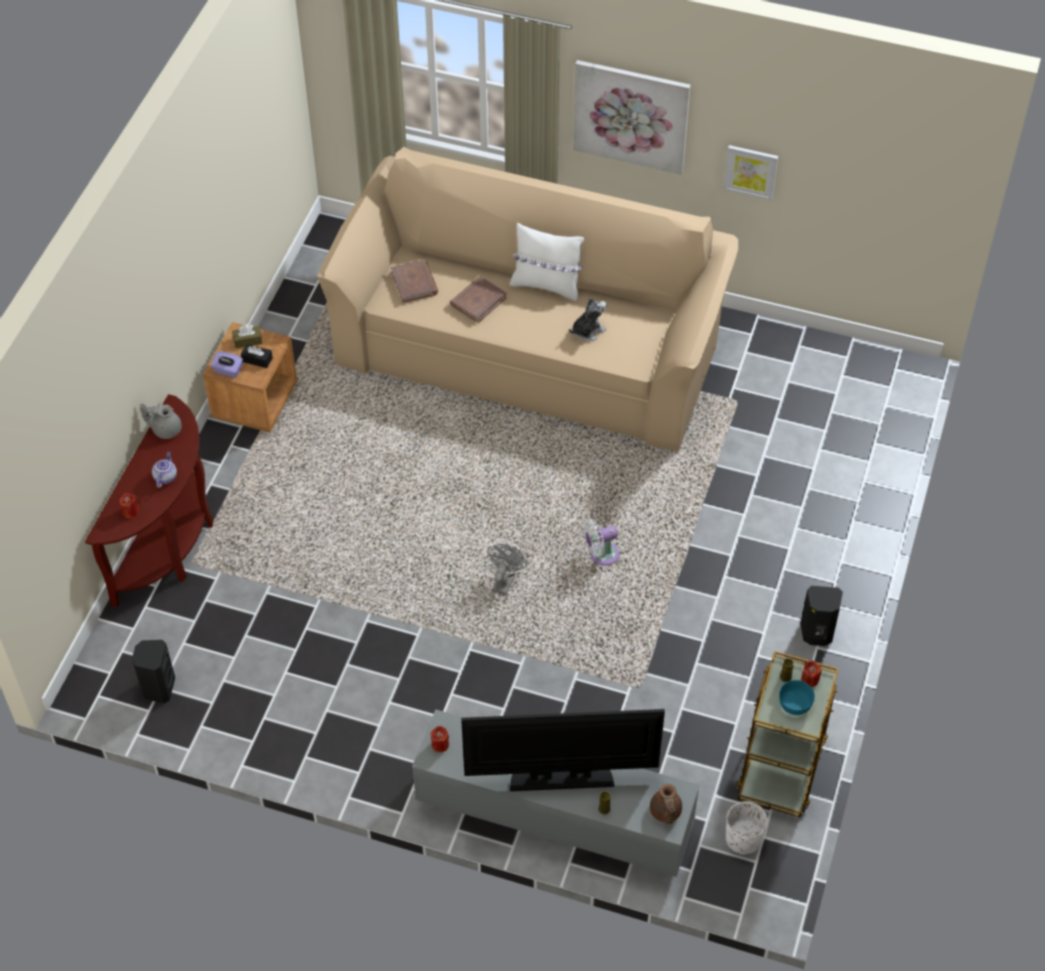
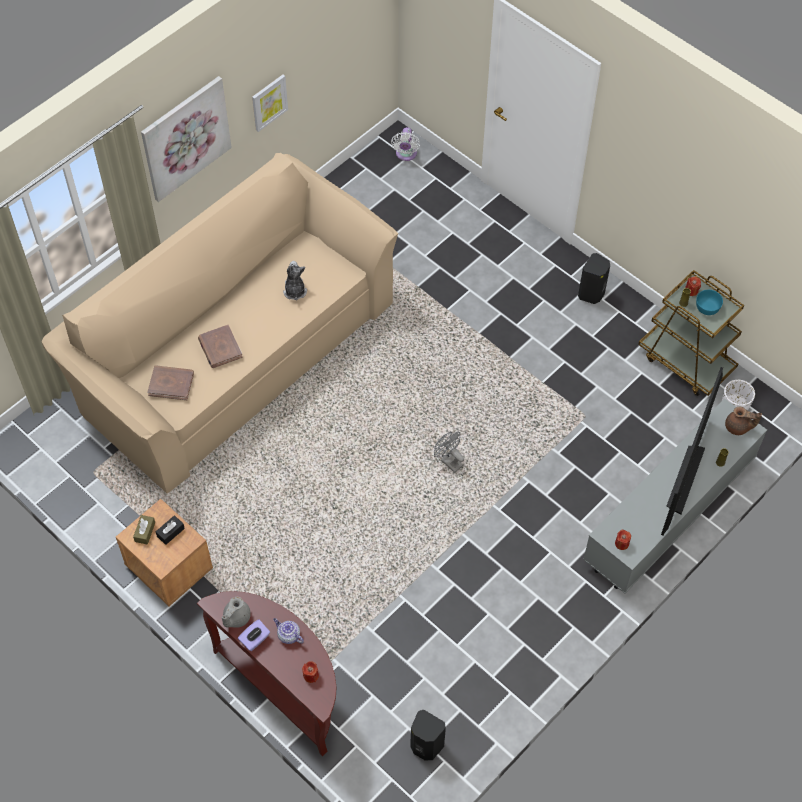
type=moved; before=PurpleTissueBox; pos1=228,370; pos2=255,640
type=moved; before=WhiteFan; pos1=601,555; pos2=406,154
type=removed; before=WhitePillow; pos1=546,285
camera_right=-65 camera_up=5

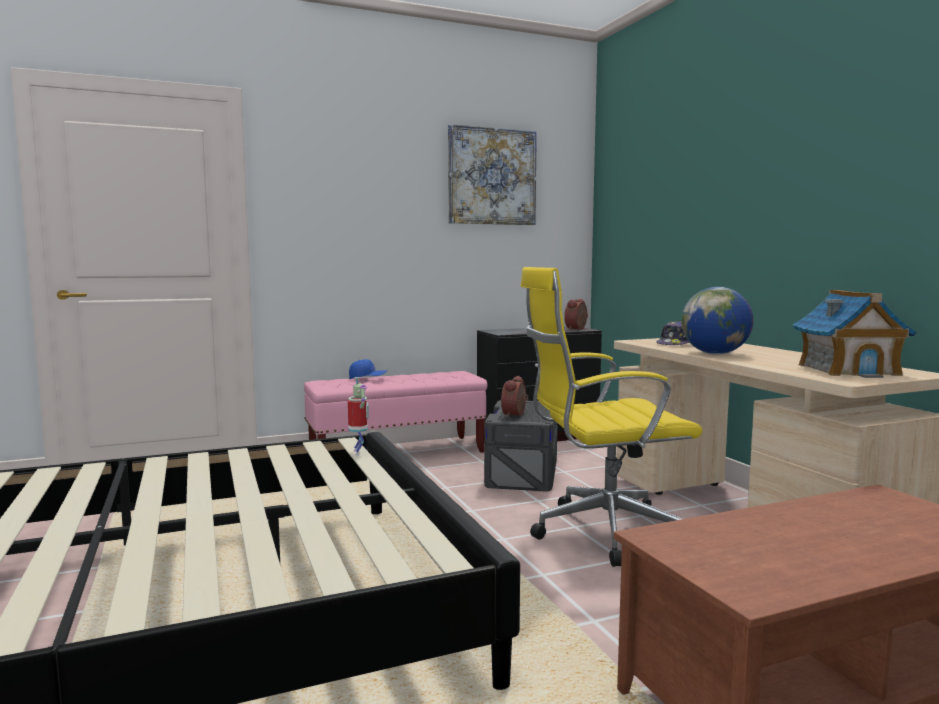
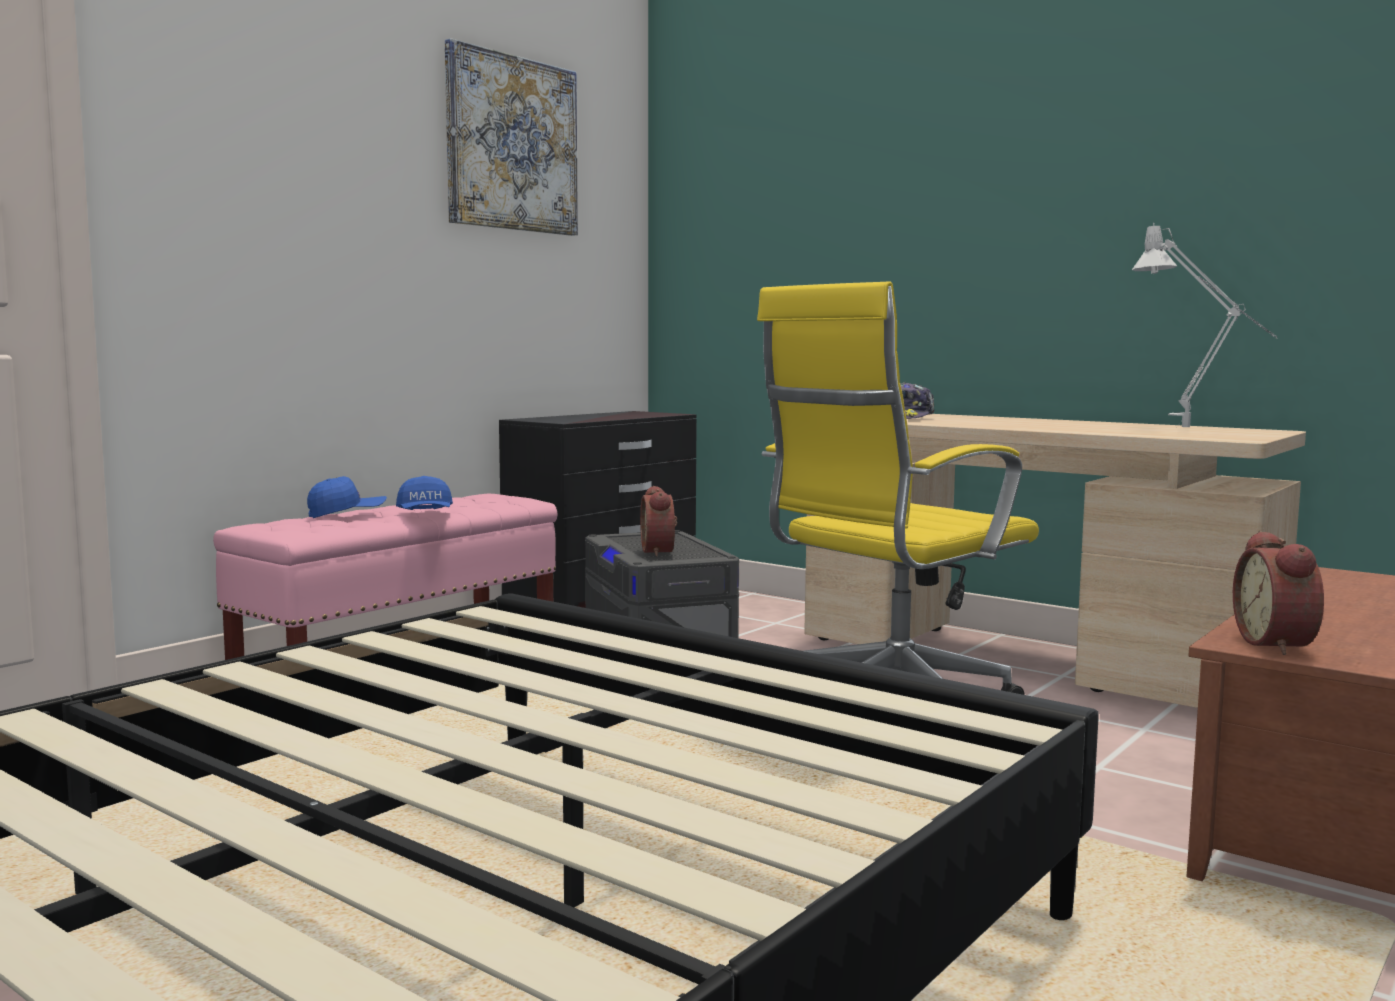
type=added; after=BlueCap; pos2=425,514
type=replaced; before=ToyHouse; after=GreyTableLamp; pos1=848,370; pos2=1195,431
type=moved; before=AlarmClock; pos1=577,329; pos2=1279,644
type=removed; before=ToyRobot; pos1=359,452
type=removed; before=Globe; pos1=715,354
camera_right=-30 camera_up=0

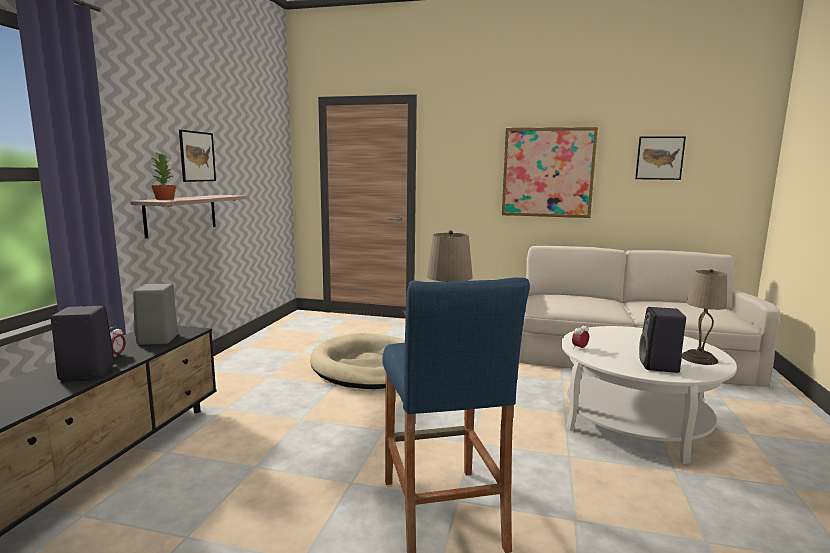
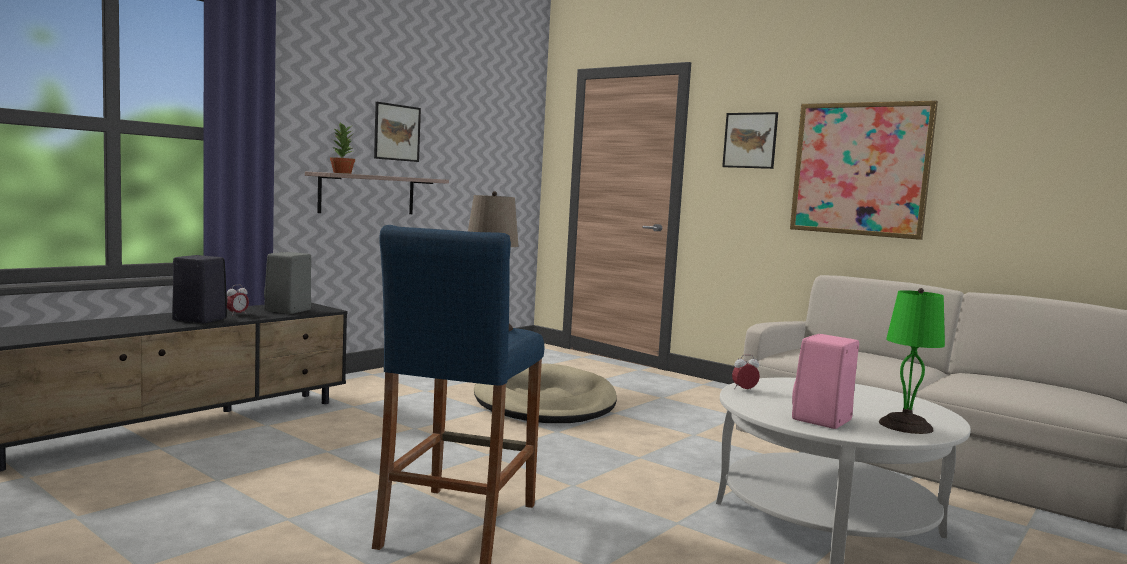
type=moved; before=Picture; pos1=659,158; pos2=750,140
type=recoloured; before=BlackSpeaker; after=PinkSpeaker; pos1=659,366; pos2=821,420
type=recoloured; before=BeigeTableLamp; after=GreenTableLamp; pos1=699,359; pos2=904,426
camera_right=25 camera_up=-5

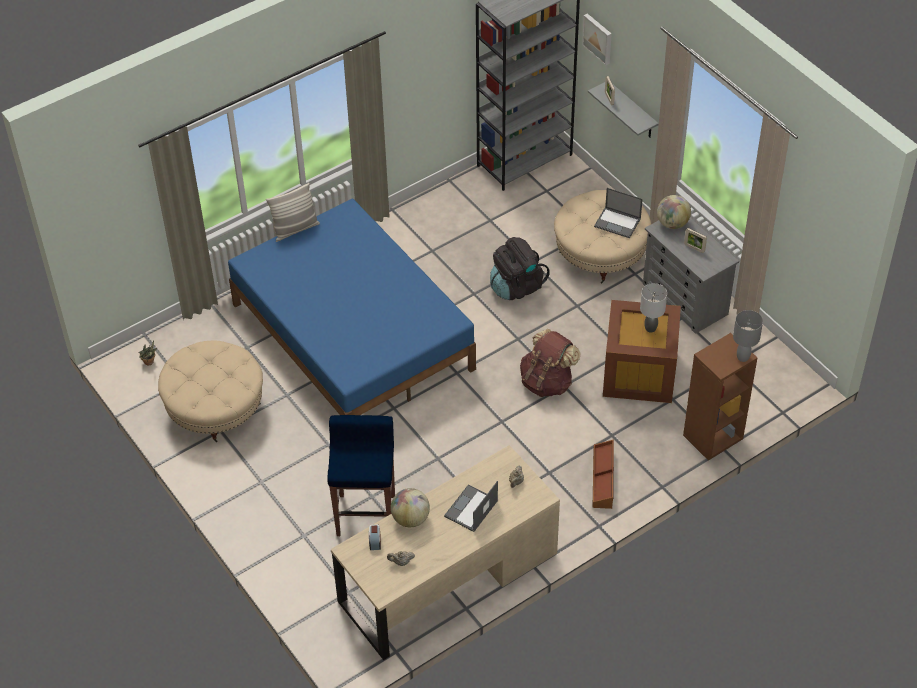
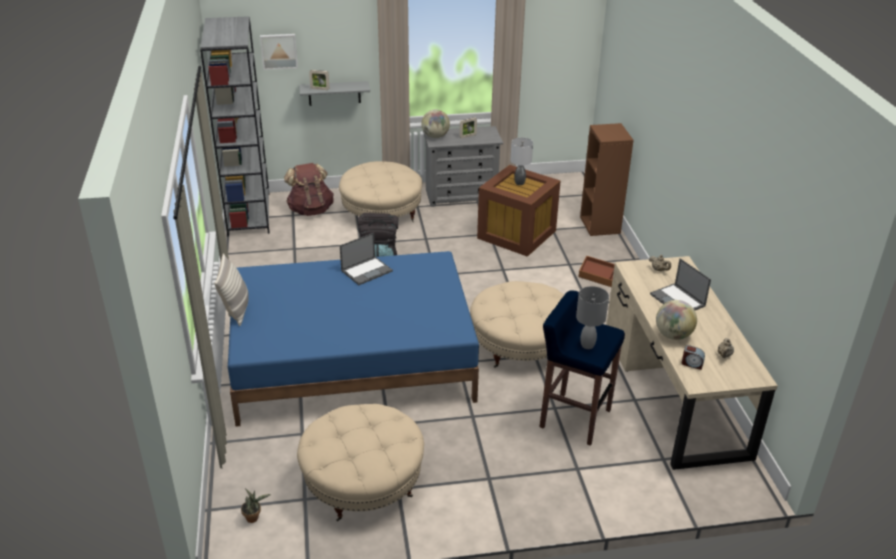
type=moved; before=BrownBackpack; pos1=547,382; pos2=310,210
type=moved; before=Laptop; pos1=618,222; pos2=367,270
type=added; after=BeigeOttoman; pos2=520,345
type=moved; before=GreyTableLamp; pos1=742,357; pos2=587,345
camera_right=-65 camera_up=-15

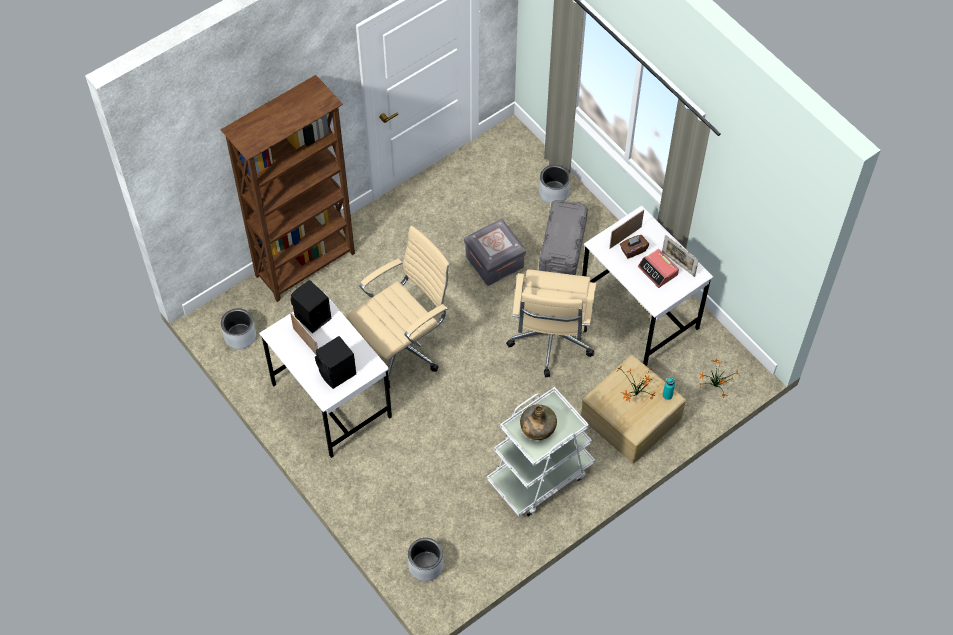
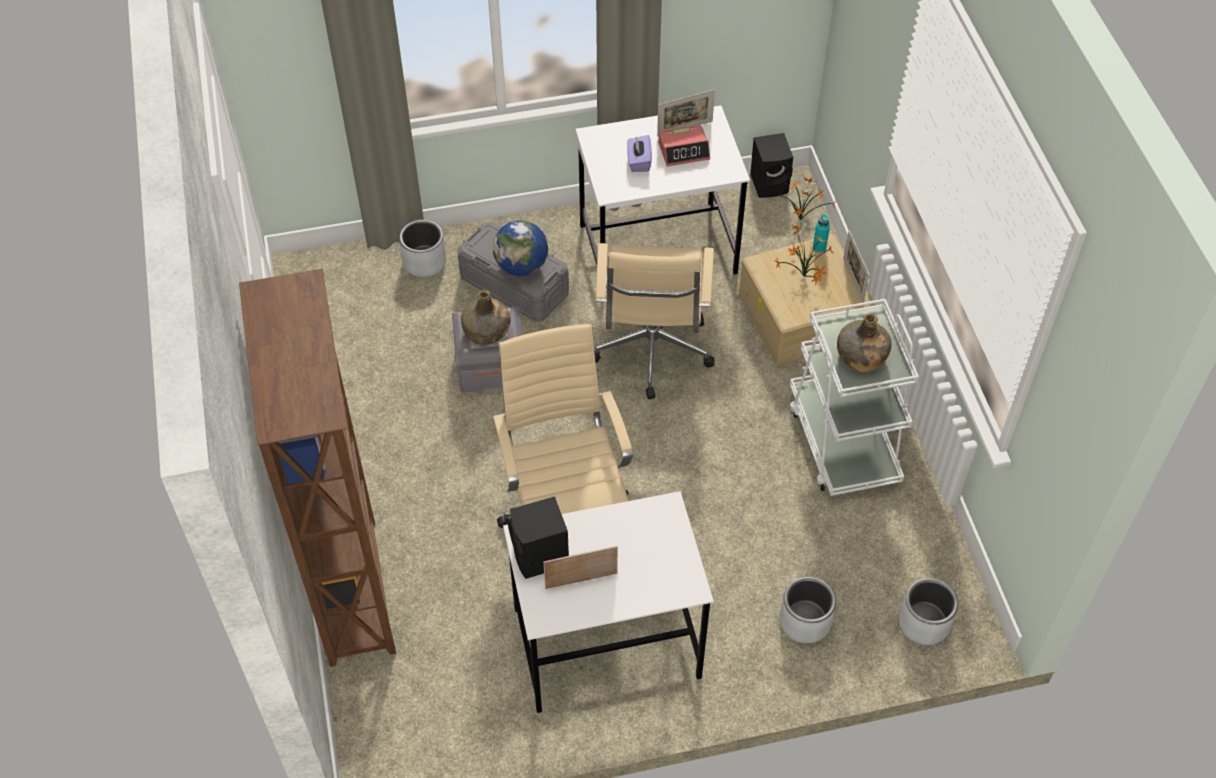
type=added; after=GreenBottle; pos2=486,331
type=added; after=Globe; pos2=521,266
type=turned; before=BeigeOfficeChair; pos1=550,343; pos2=651,354; turn=60
type=recoloured; before=BrownTissueBox; after=PurpleTissueBox; pos1=633,250; pos2=639,161
type=moved; before=BlackSpeaker; pos1=337,374; pos2=770,183
type=moved; before=GreyPlanter; pos1=240,336; pos2=804,621
type=moved; before=PictureFrame; pos1=625,237; pos2=853,280
camera_right=-65 camera_up=-5

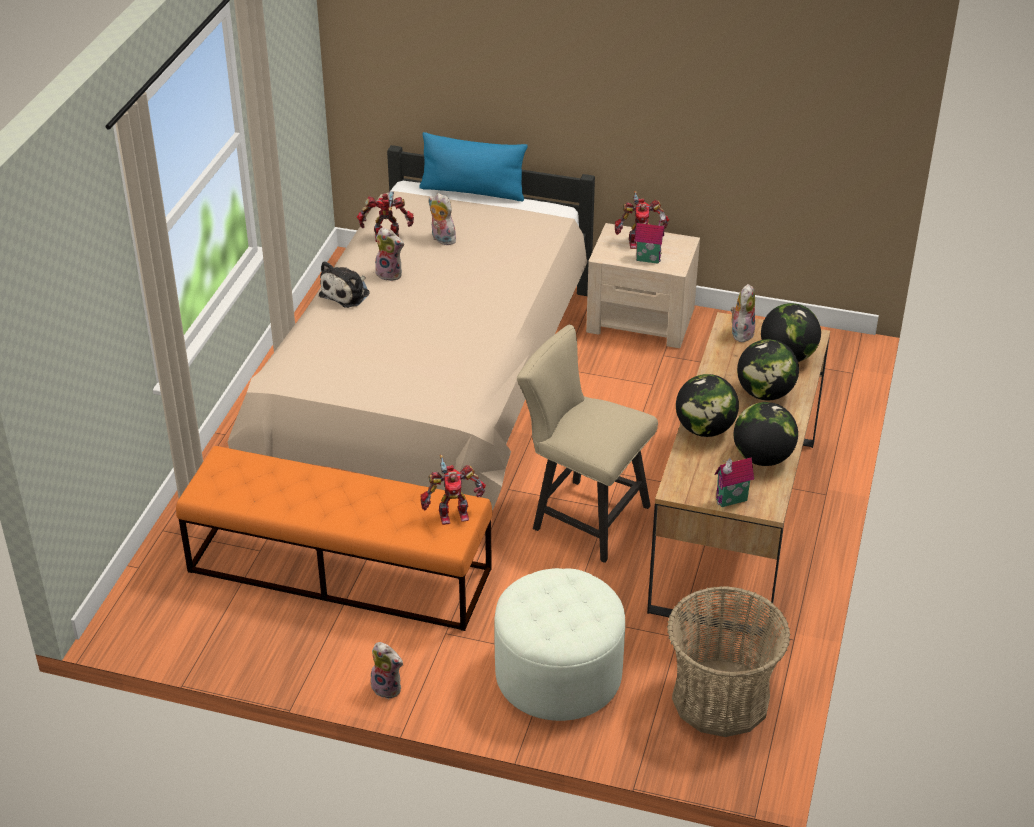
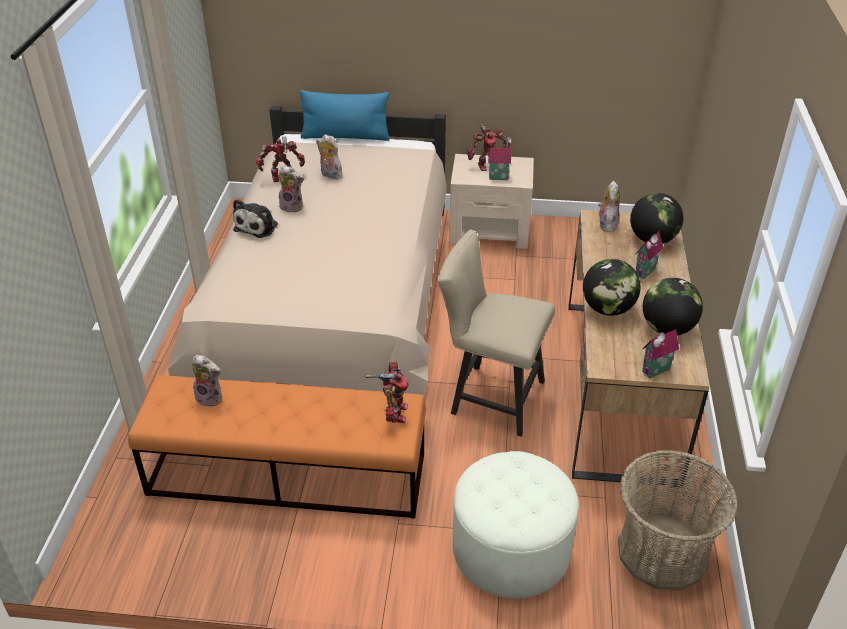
type=moved; before=PlushToy; pos1=388,687; pos2=211,398
type=turned; before=ToyRobot; pos1=453,513; pos2=394,413; turn=-60
type=replaced; before=Globe; after=ToyHouse; pos1=765,393; pos2=646,272
camera_right=-10 camera_up=0

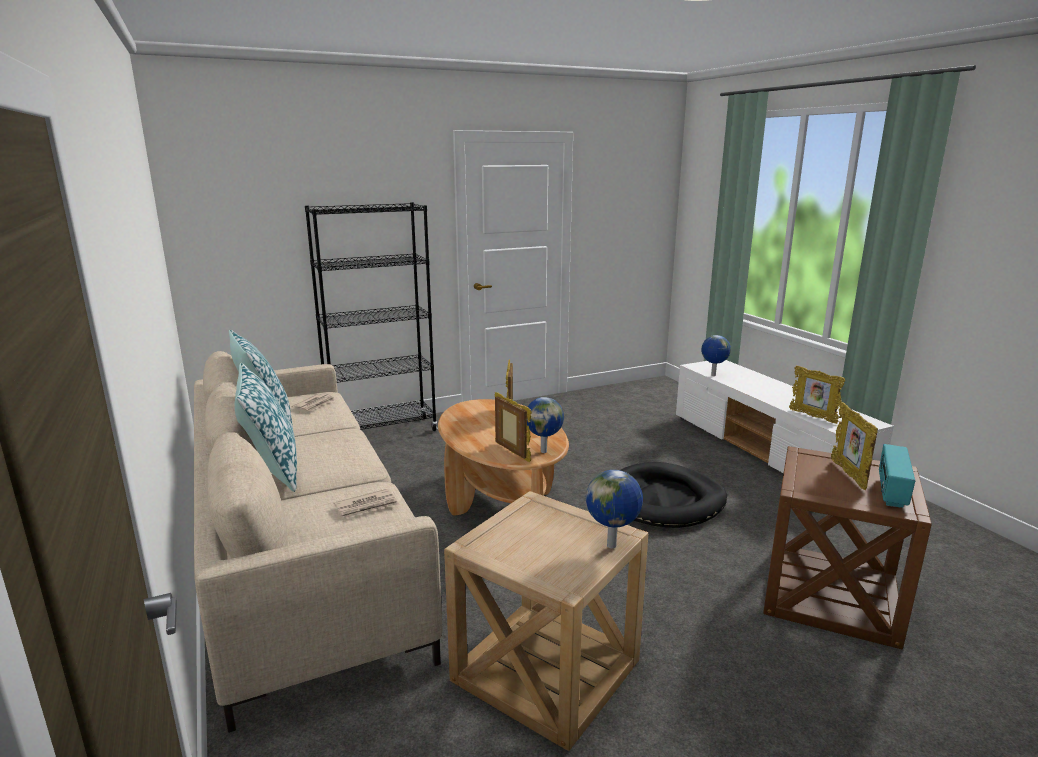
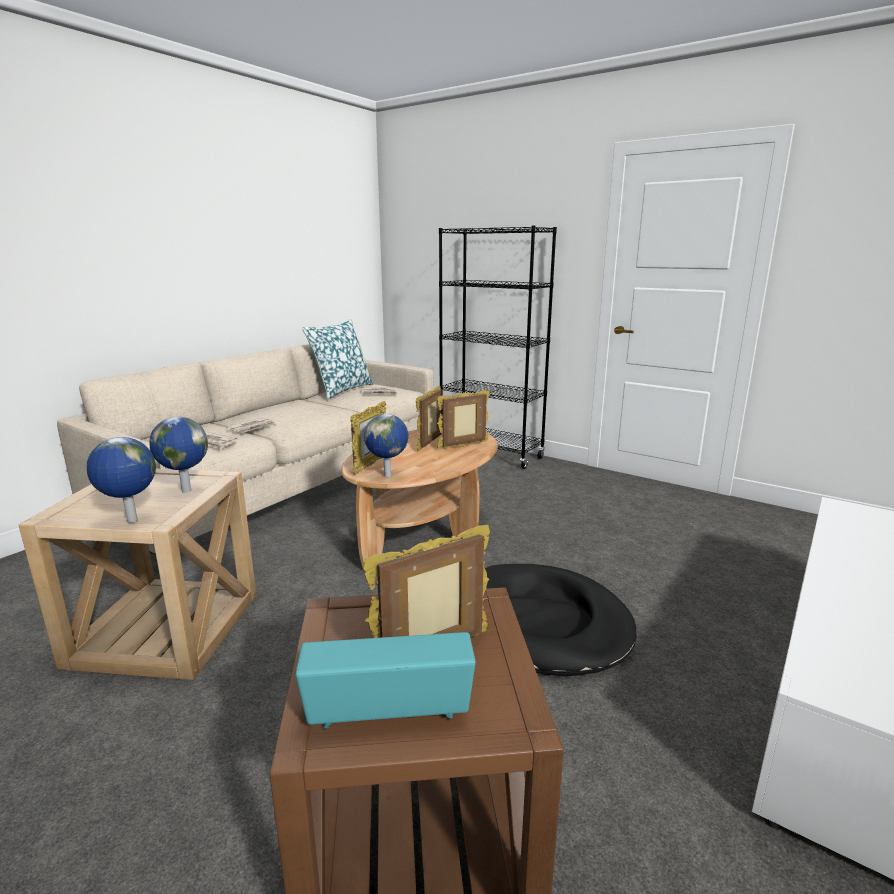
type=moved; before=Globe; pos1=713,375; pos2=185,491
type=added; after=Newspaper; pos2=252,427
type=moved; before=PictureFrame; pos1=813,416; pos2=430,444
type=removed; before=Pillow; pos1=272,470
camera_right=60 camera_up=0

